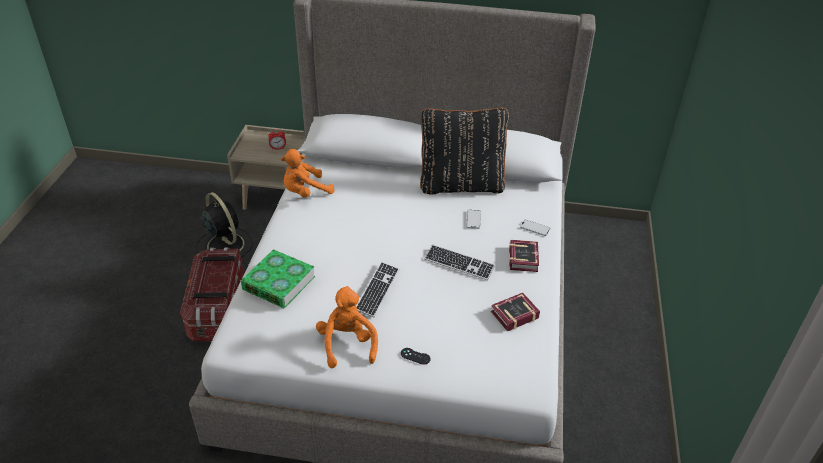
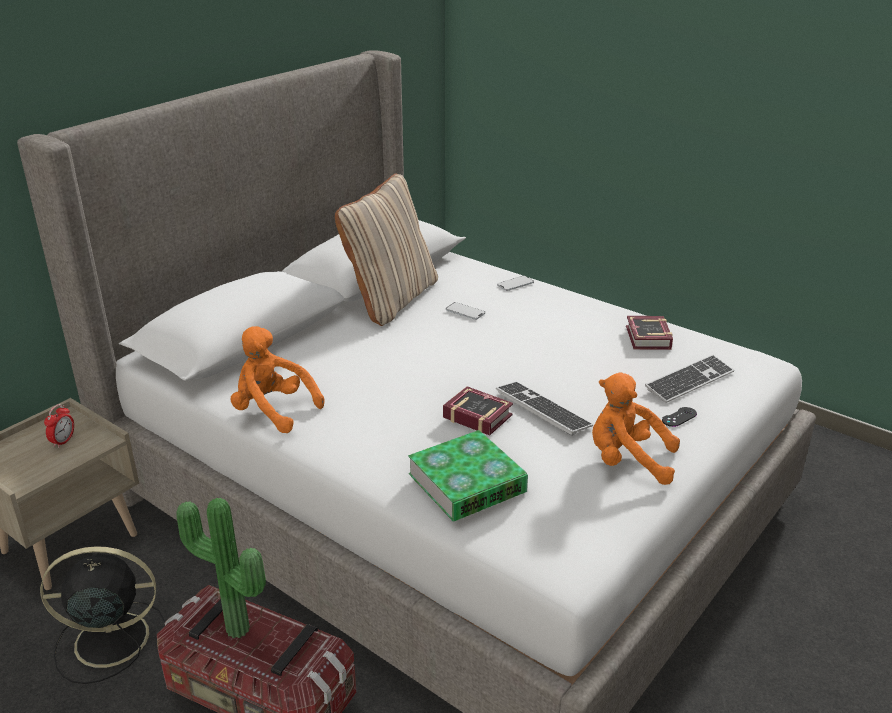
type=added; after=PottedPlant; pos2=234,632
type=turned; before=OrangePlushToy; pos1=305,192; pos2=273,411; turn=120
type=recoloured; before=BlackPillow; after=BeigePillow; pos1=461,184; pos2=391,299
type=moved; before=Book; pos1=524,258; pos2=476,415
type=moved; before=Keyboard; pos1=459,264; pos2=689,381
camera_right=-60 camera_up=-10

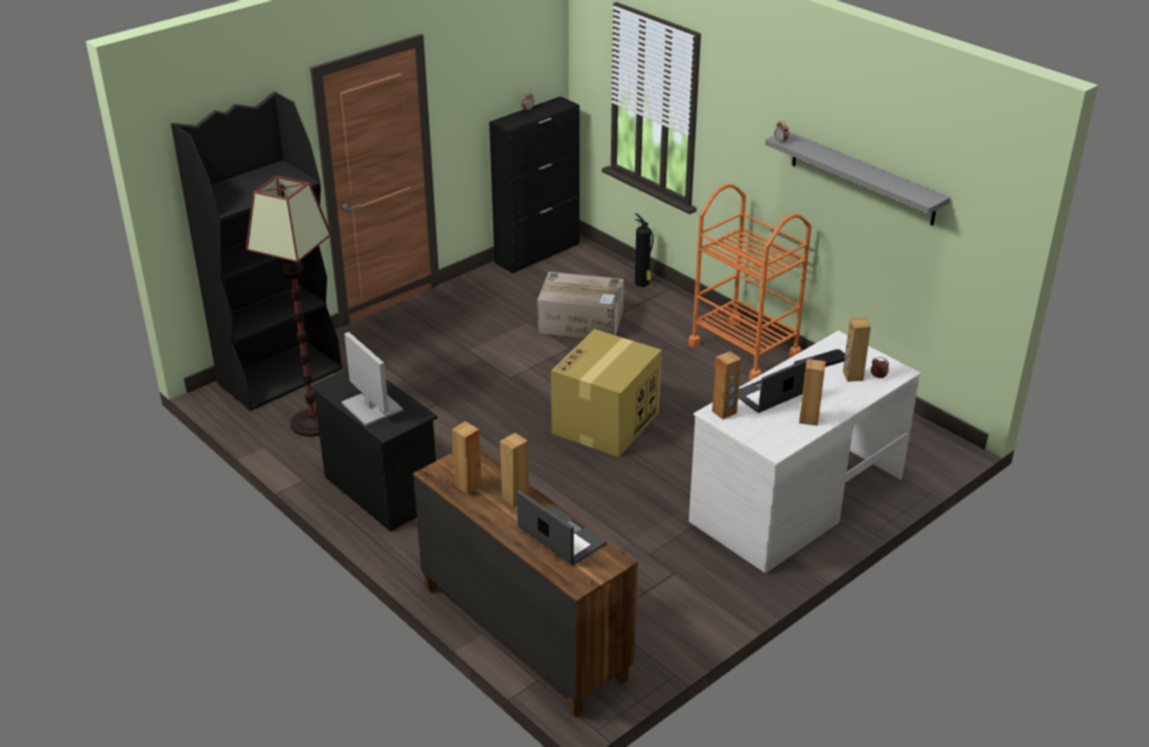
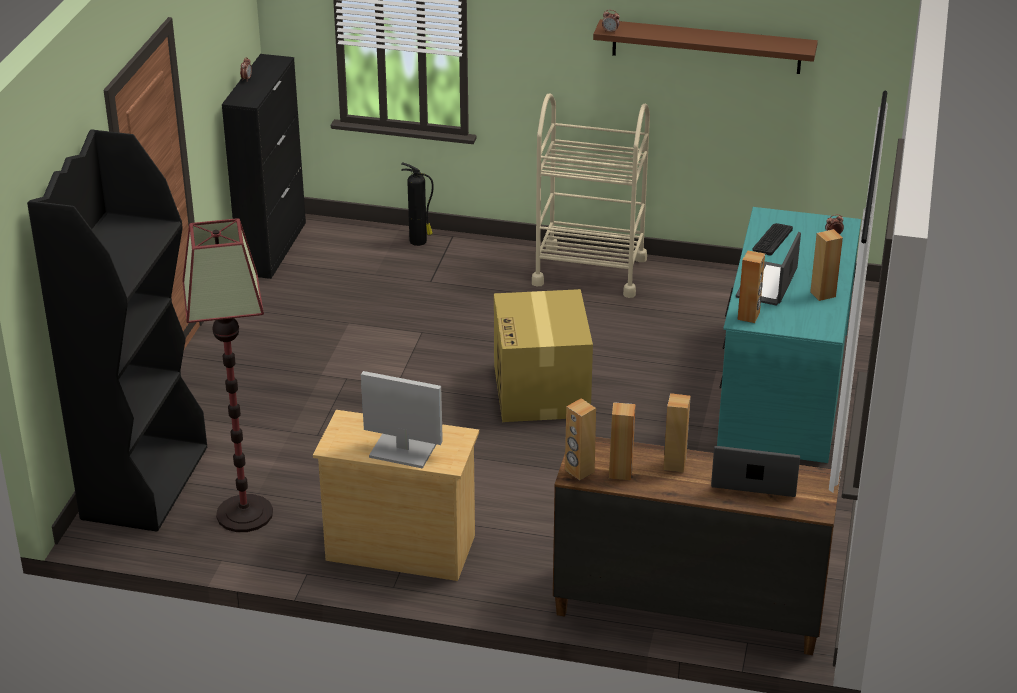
type=recoloured; before=BlackDresser; after=BeigeDresser; pos1=381,490; pos2=400,547
type=recoloured; before=OrangeCart; after=BeigeCart; pos1=744,350; pos2=589,271
type=moved; before=BrownSpeaker; pos1=852,376; pos2=579,471
type=recoloured; before=GreyShelf; after=BrownShelf; pos1=862,178; pos2=706,46
type=recoloured; before=WhiteDesk; after=TurquoiseDesk; pos1=796,499; pos2=783,389
type=removed; before=CardboardBox; pos1=582,322
camera_right=-35 camera_up=0

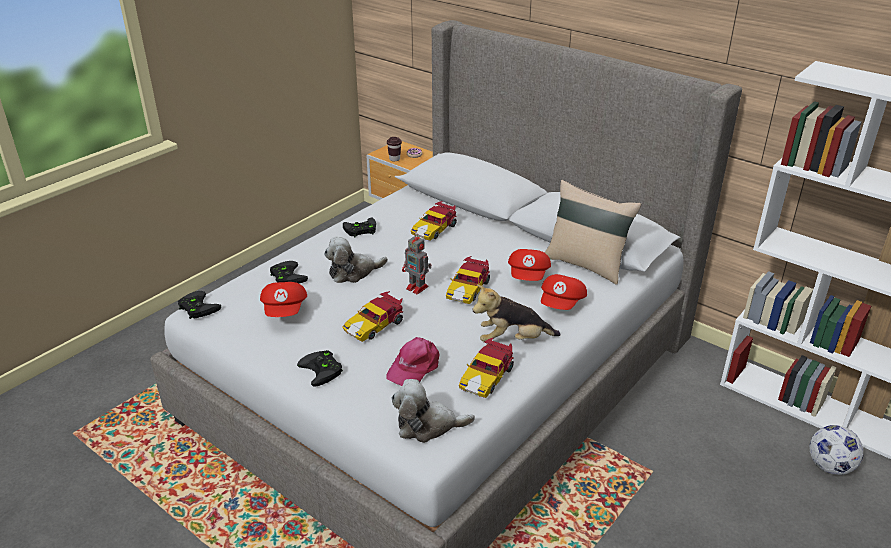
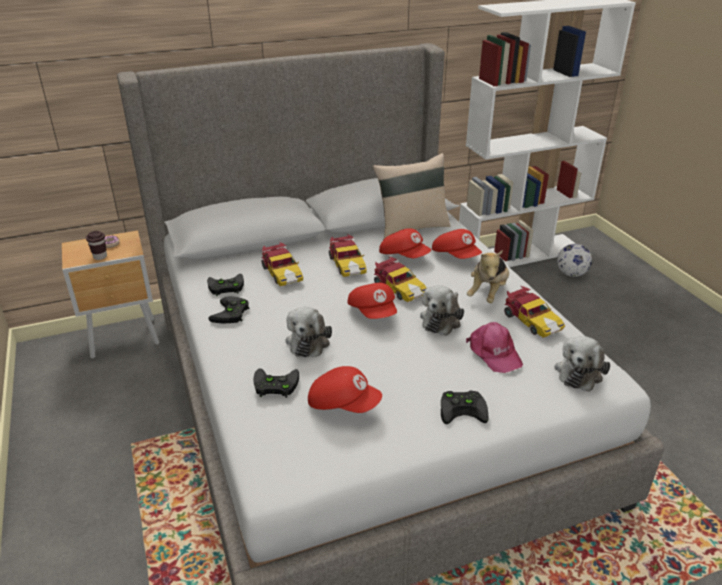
type=moved; before=BlackGameController; pos1=196,307; pos2=225,287
type=moved; before=ToyCar; pos1=375,326; pos2=347,264
type=replaced; before=ToyRobot; after=RedCap; pos1=418,288; pos2=373,312
type=added; after=PlushToy; pos2=442,319
camera_right=-60 camera_up=0

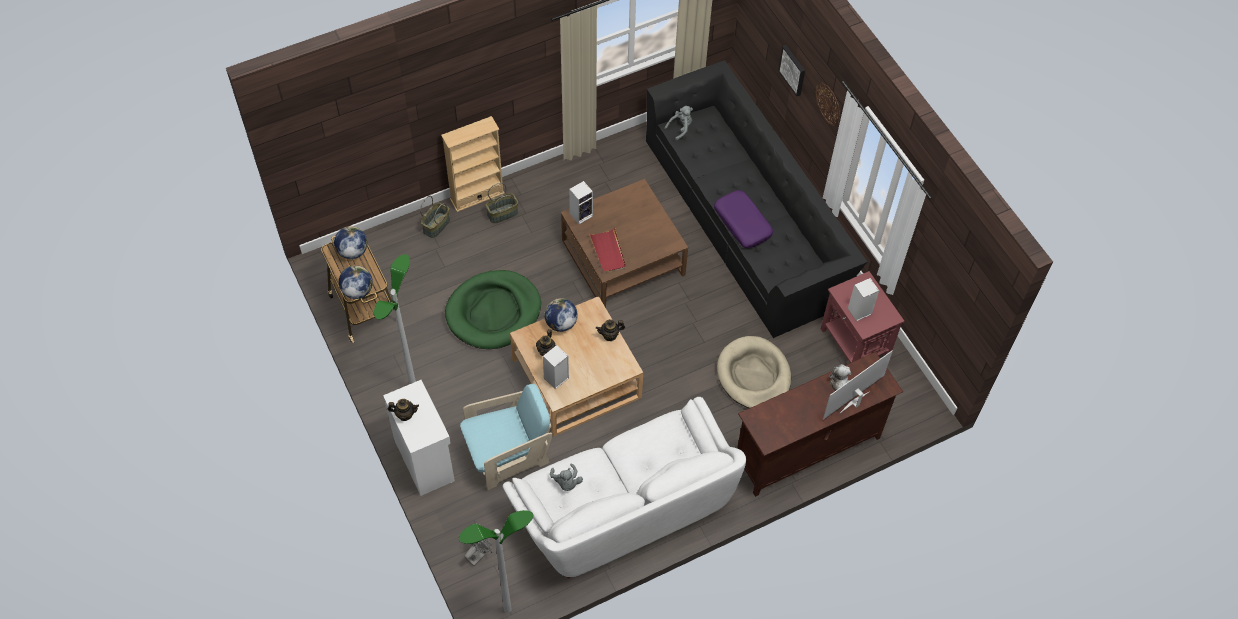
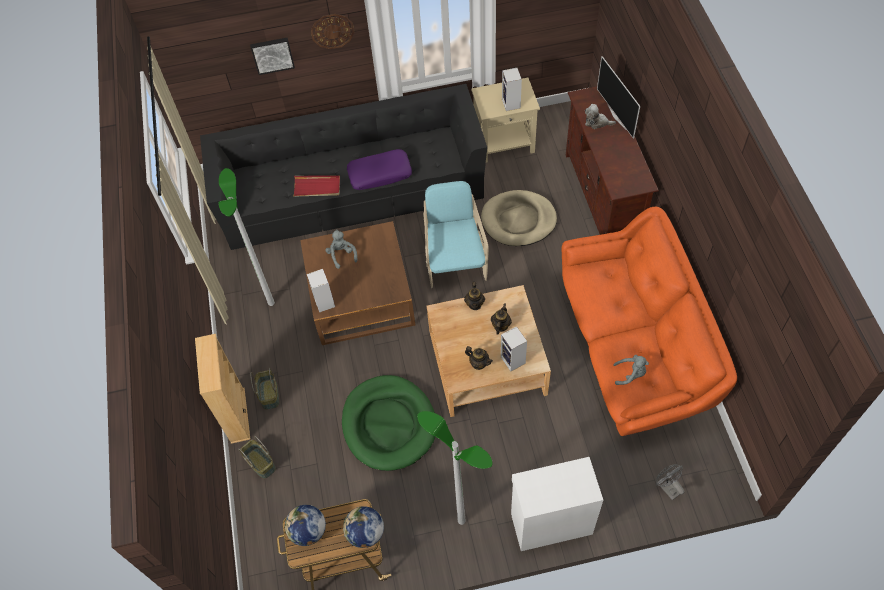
type=moved; before=FloorLamp; pos1=507,609; pos2=271,303
type=moved; before=RedTray; pos1=608,252; pos2=317,187
type=moved; before=GreyPlushToy; pos1=680,128; pos2=342,255
type=moved; before=TurquoiseArmchair; pos1=508,454; pos2=455,260
type=recoloured; before=RedSideTable; after=BeigeSideTable; pos1=854,343; pos2=504,143
type=moved; before=Teapot; pos1=405,414; pos2=500,326
type=recoloured; before=WhiteSofa; after=OrangeSofa; pos1=624,505; pos2=632,349
type=removed; before=Globe; pos1=560,323
camera_right=-70 camera_up=0

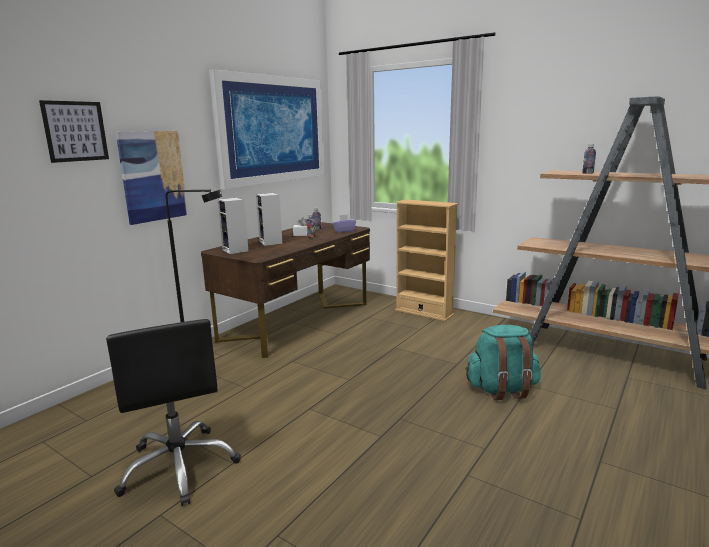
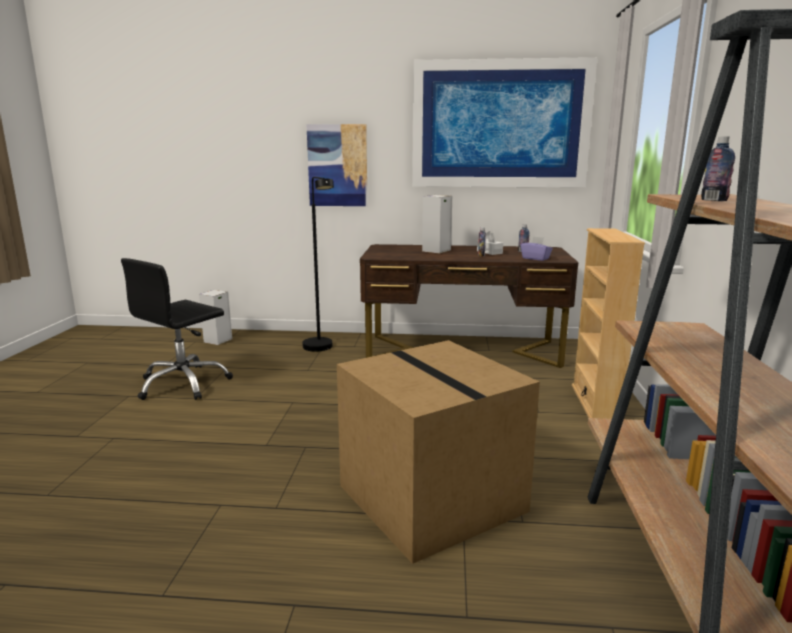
type=moved; before=Speaker; pos1=236,250; pos2=217,341
type=replaced; before=TurquoiseBackpack; after=CardboardBox; pos1=501,389; pos2=428,498
type=removed; before=Picture; pos1=75,131
camera_right=60 camera_up=0

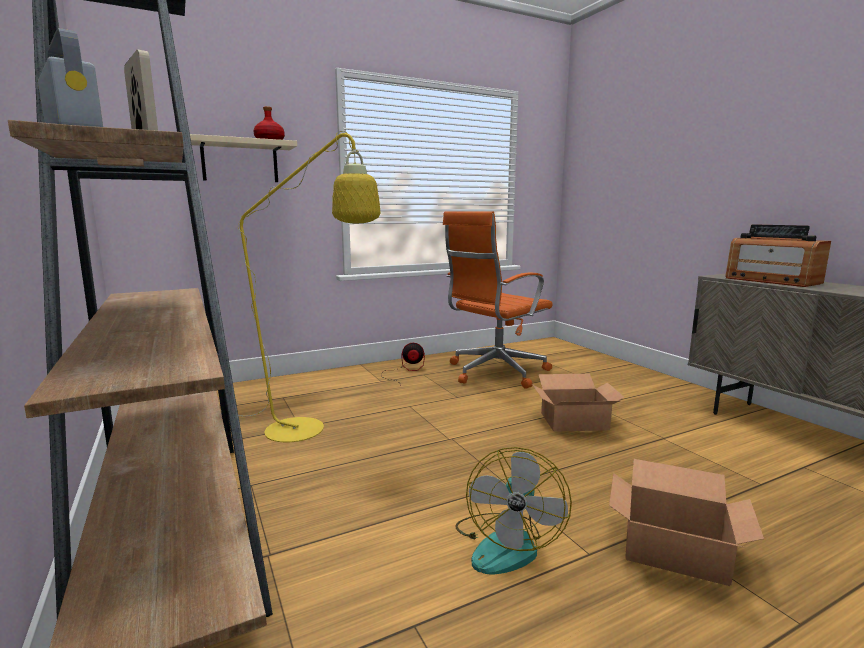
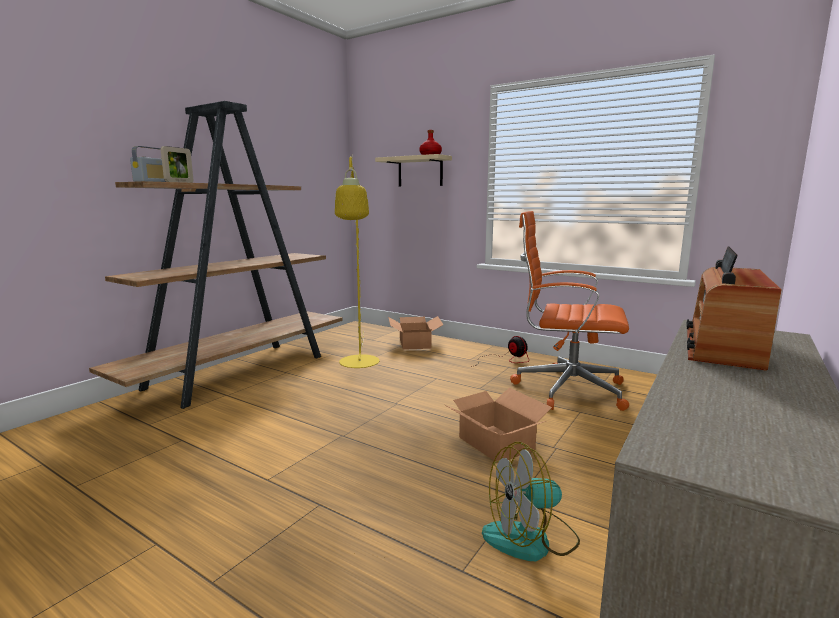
type=moved; before=CardboardBox; pos1=675,551; pos2=414,343
type=moved; before=Fan; pos1=506,543; pos2=531,539
camera_right=60 camera_up=0

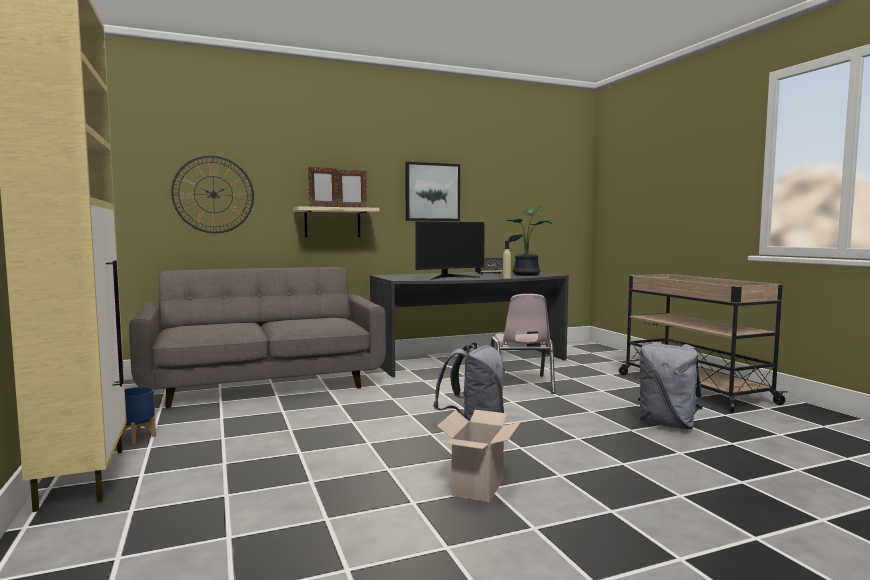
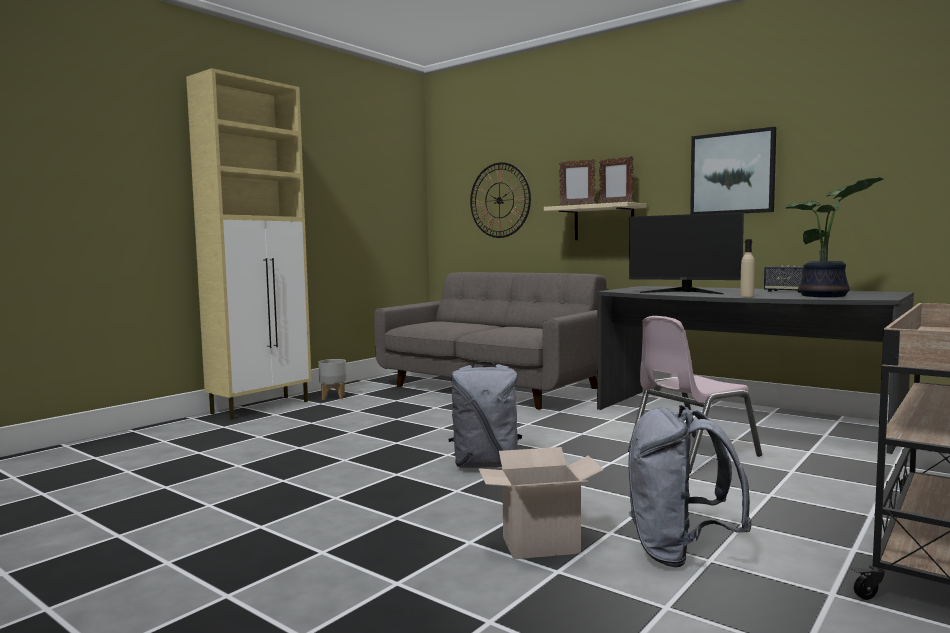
type=recoloured; before=BluePlanter; after=GreyPlanter; pos1=136,437; pos2=333,397
type=moved; before=CardboardBox; pos1=479,488; pos2=539,546
camera_right=60 camera_up=0

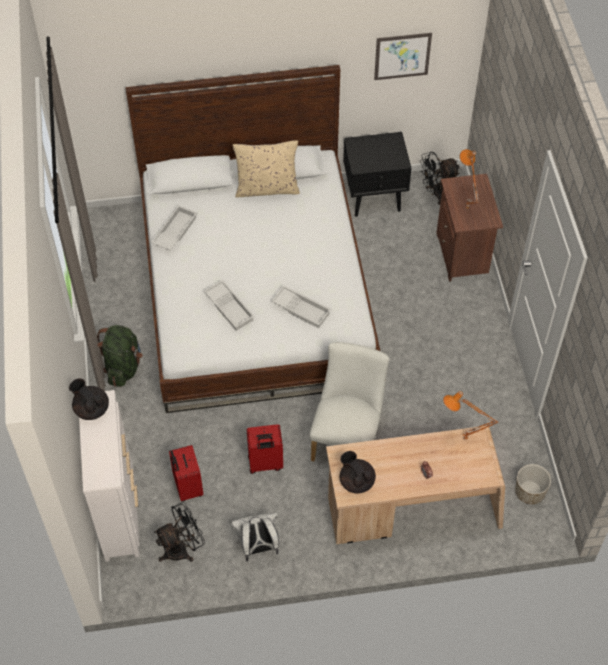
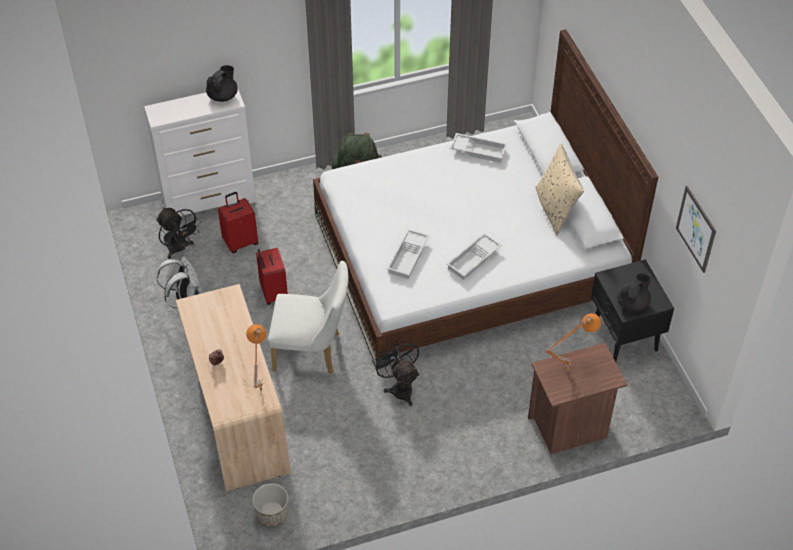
type=moved; before=BlackFan; pos1=436,193; pos2=399,387
type=moved; before=WhiteTray; pos1=230,307; pos2=474,260
type=moved; before=BlackTeapot; pos1=356,481; pos2=633,303
camera_right=80 camera_up=-5

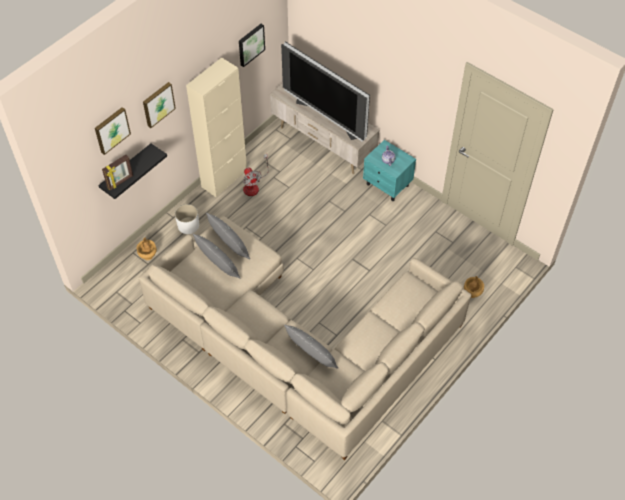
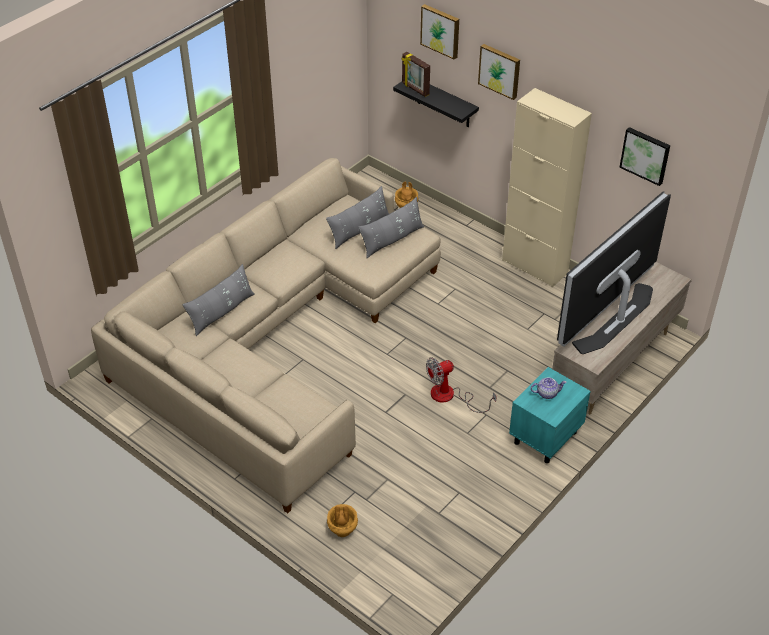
type=moved; before=Fan; pos1=253,185; pos2=450,396
type=removed; before=WhitePlanter; pos1=188,225
camera_right=90 camera_up=-10

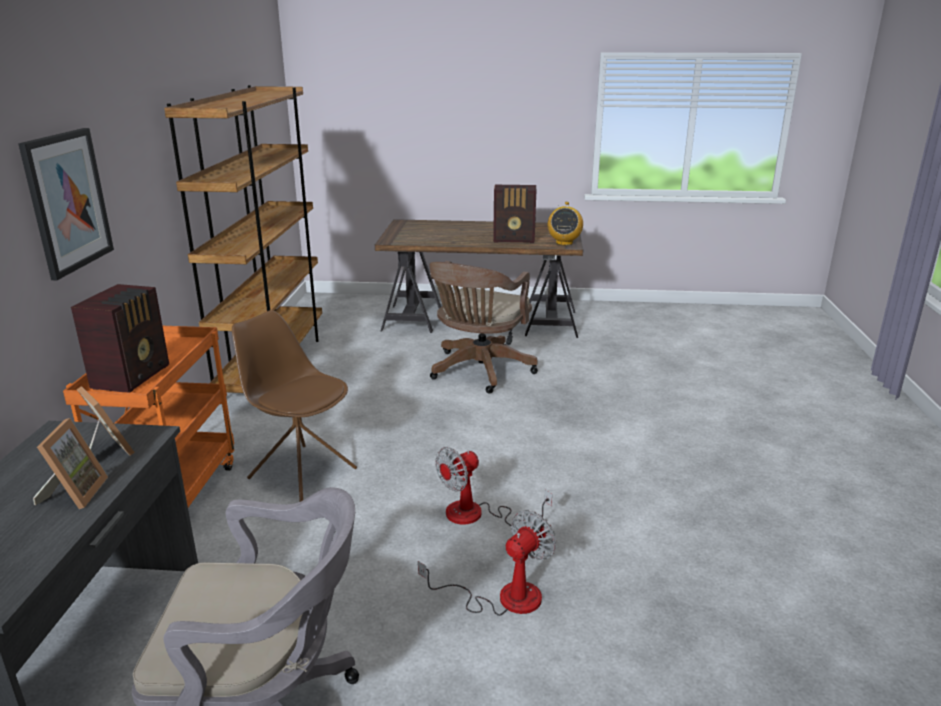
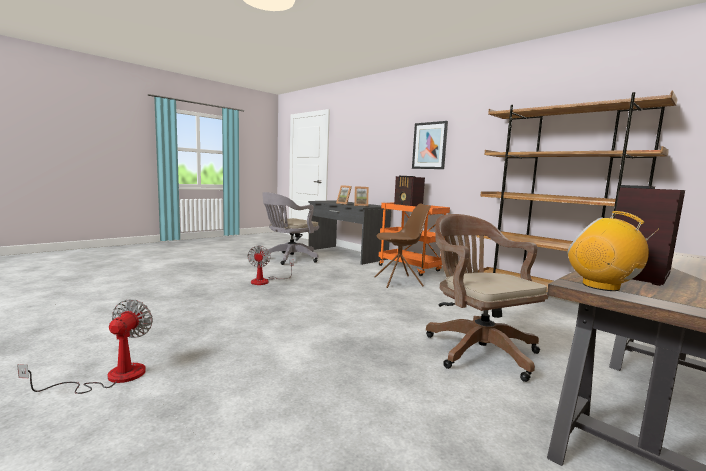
type=moved; before=Fan; pos1=477,515; pos2=111,377
camera_right=130 camera_up=-15

